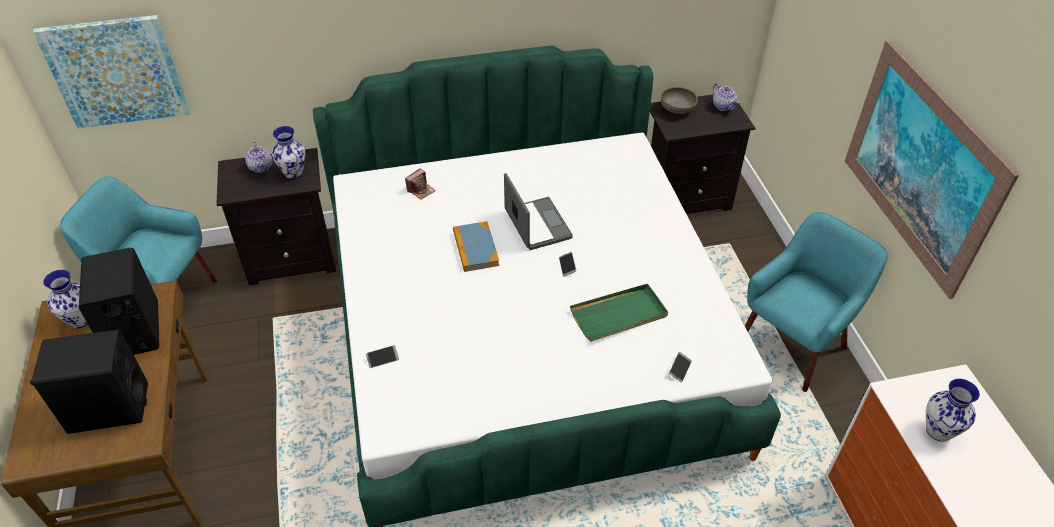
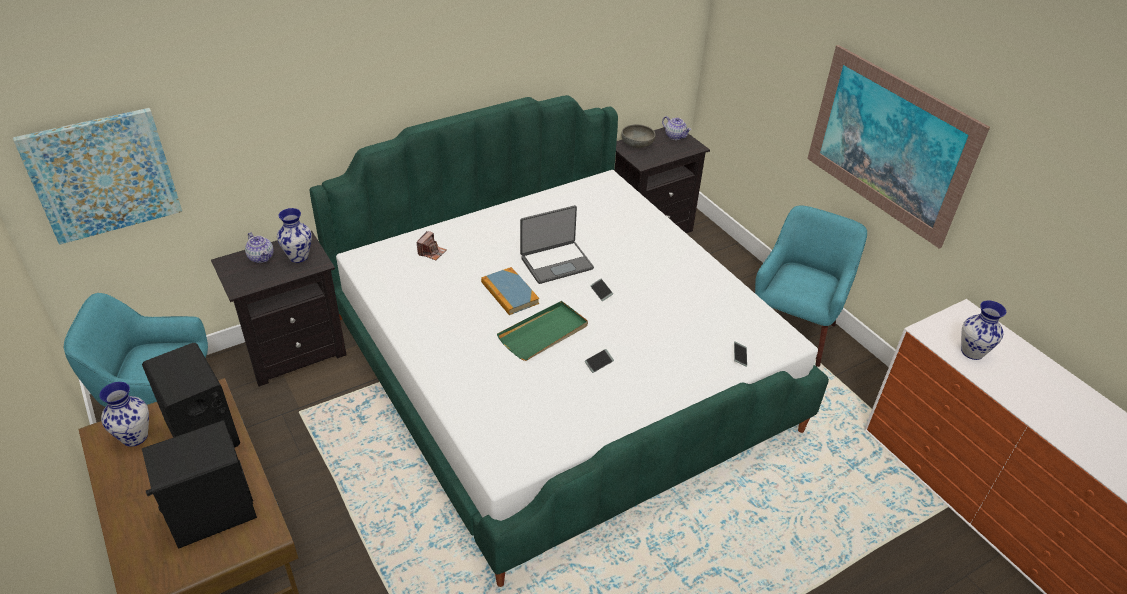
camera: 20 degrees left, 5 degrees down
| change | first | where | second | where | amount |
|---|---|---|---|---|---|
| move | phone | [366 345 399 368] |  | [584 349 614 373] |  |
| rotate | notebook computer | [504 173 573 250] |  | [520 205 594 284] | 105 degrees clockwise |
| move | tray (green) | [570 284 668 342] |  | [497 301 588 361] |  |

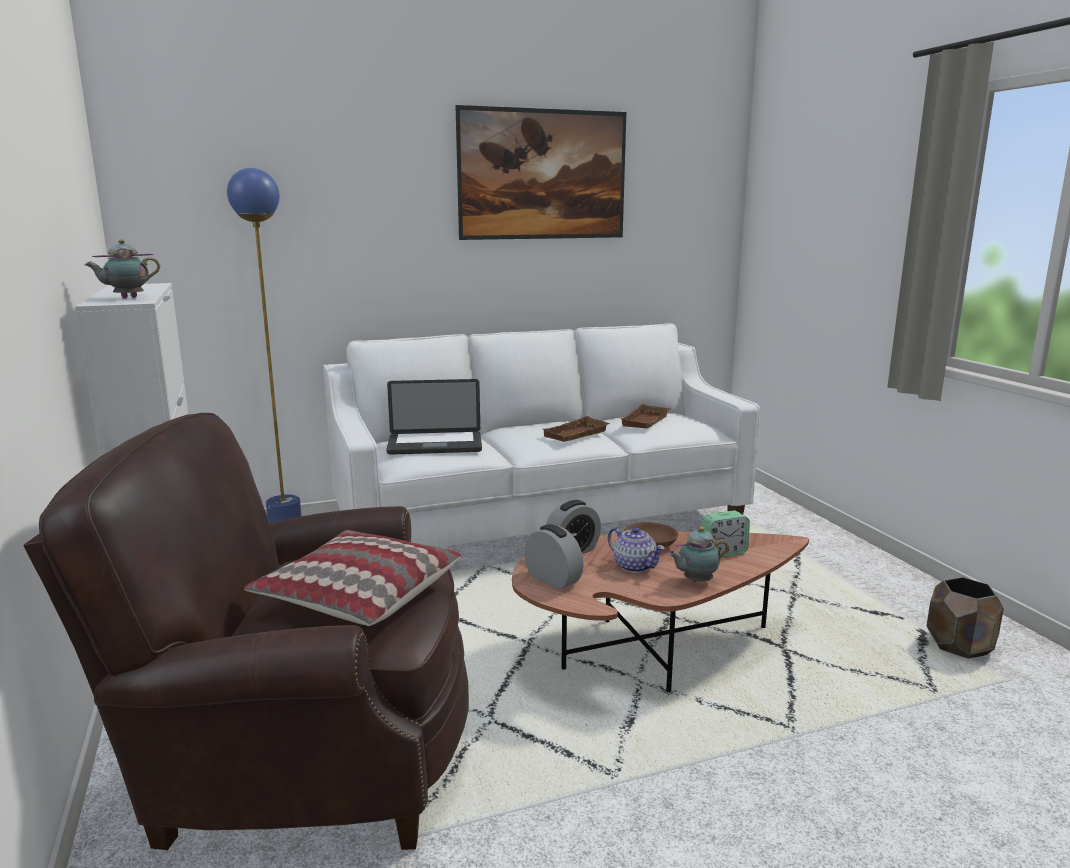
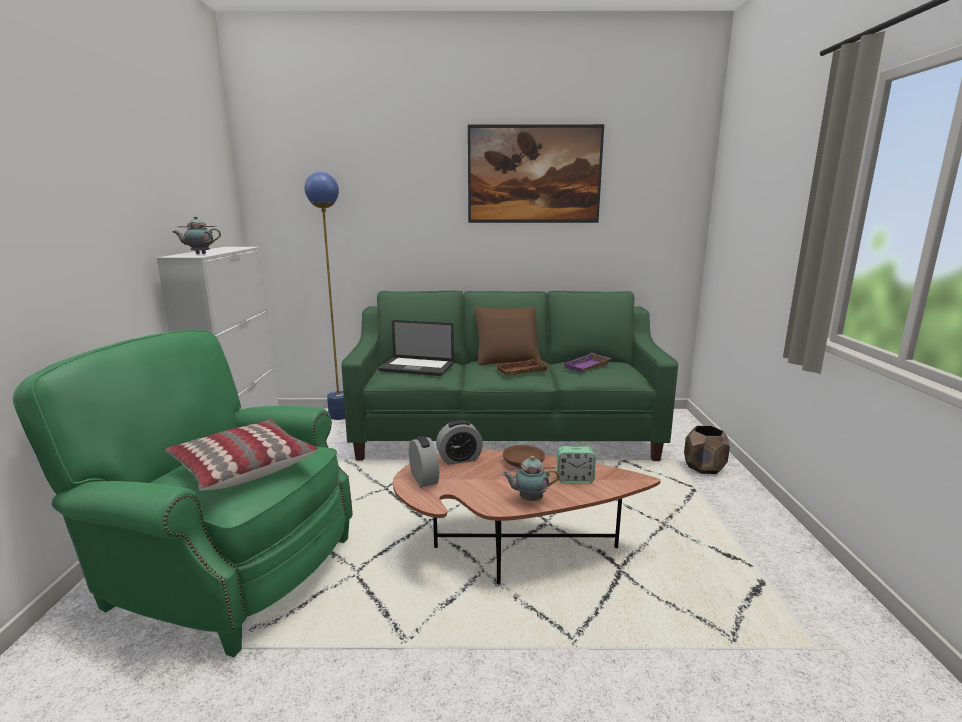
camera: 20 degrees right, 0 degrees up
| change | first | where | second | where | amount |
|---|---|---|---|---|---|
| recolor | lounge chair (brown) | [23 413 469 850] | lounge chair (green) | [13 330 353 657] |  |
| recolor | sofa (white-coloured) | [323 323 760 547] | sofa (green) | [341 290 678 461] |  |
| delete | tea pot | [608 527 665 573] |  |  |  |
| recolor | tray (brown) | [621 404 671 429] | tray (purplish) | [562 353 611 372] |  |
| move | flower pot (brown) | [926 577 1004 658] |  | [684 426 730 474] |  |
| insert |  |  | cushion (brown) | [475 307 541 365] |  |

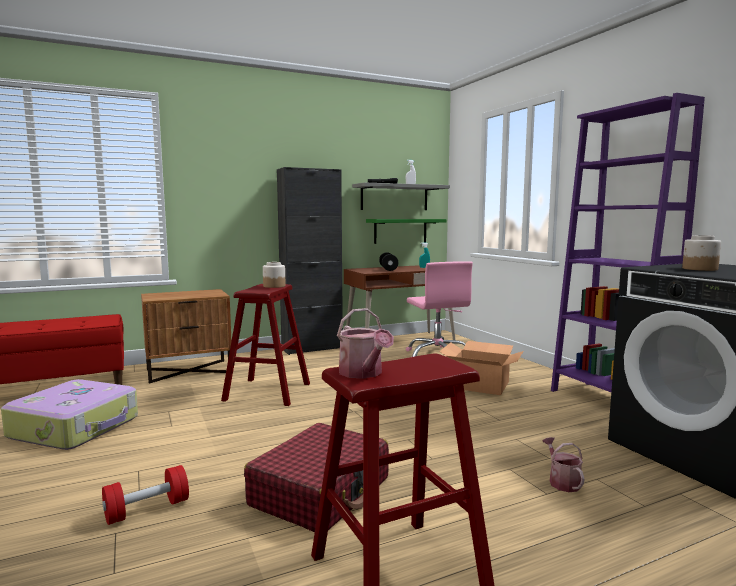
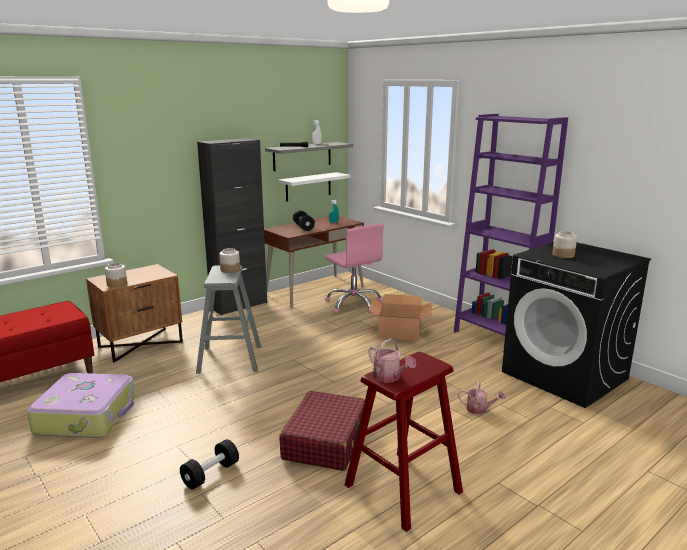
camera: 15 degrees left, 10 degrees up
| change | first | where | second | where | amount |
|---|---|---|---|---|---|
| recolor | hand weight (reddish) | [102 465 189 525] | hand weight (black-coloured) | [180 439 239 489] |  |
| recolor | stool (reddish) | [221 284 310 406] | stool (gray) | [196 265 261 374] |  |
| recolor | shelf (green) | [366 219 447 244] | shelf (white-coloured) | [278 172 351 202] |  |
| rotate | sprinkling can | [542 437 585 492] |  | [458 382 506 414] | 135 degrees clockwise |
| insert |  |  | jar | [105 263 127 288] |  |

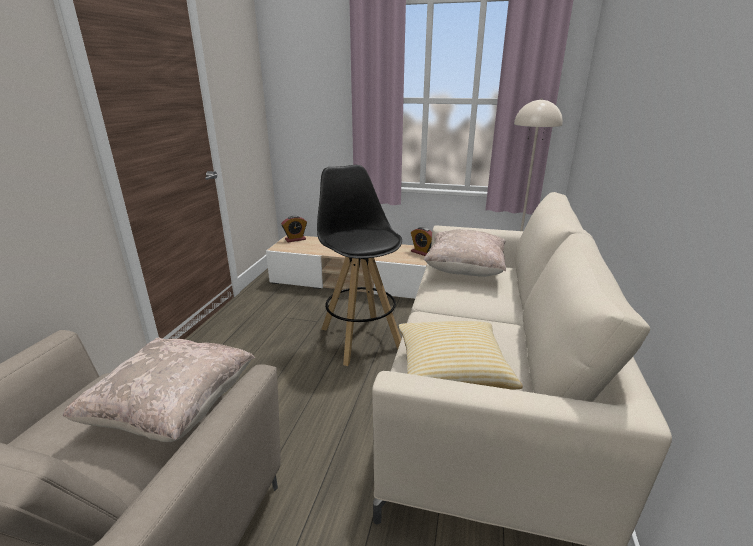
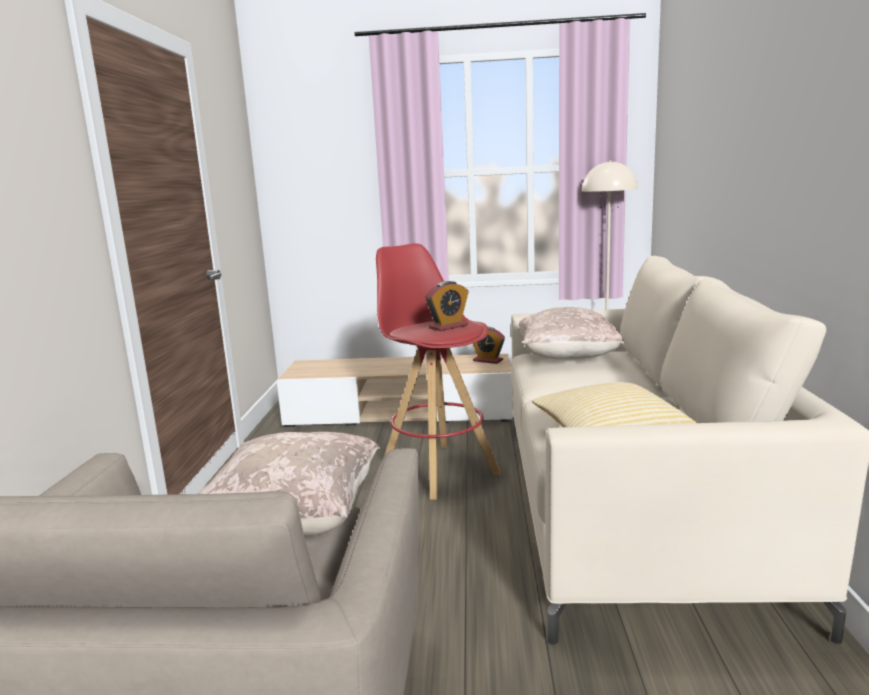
camera: 10 degrees left, 10 degrees down
| change | first | where | second | where | amount |
|---|---|---|---|---|---|
| move | table clock | [281 216 307 242] |  | [425 281 468 331] |  |
| recolor | stool (black-coloured) | [317 165 402 366] | stool (reddish) | [376 243 501 500] |  |

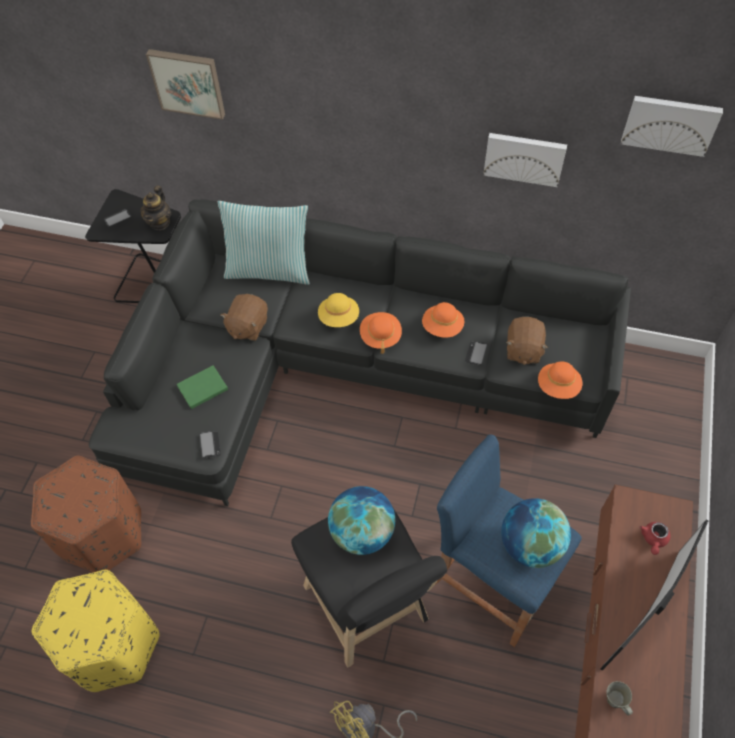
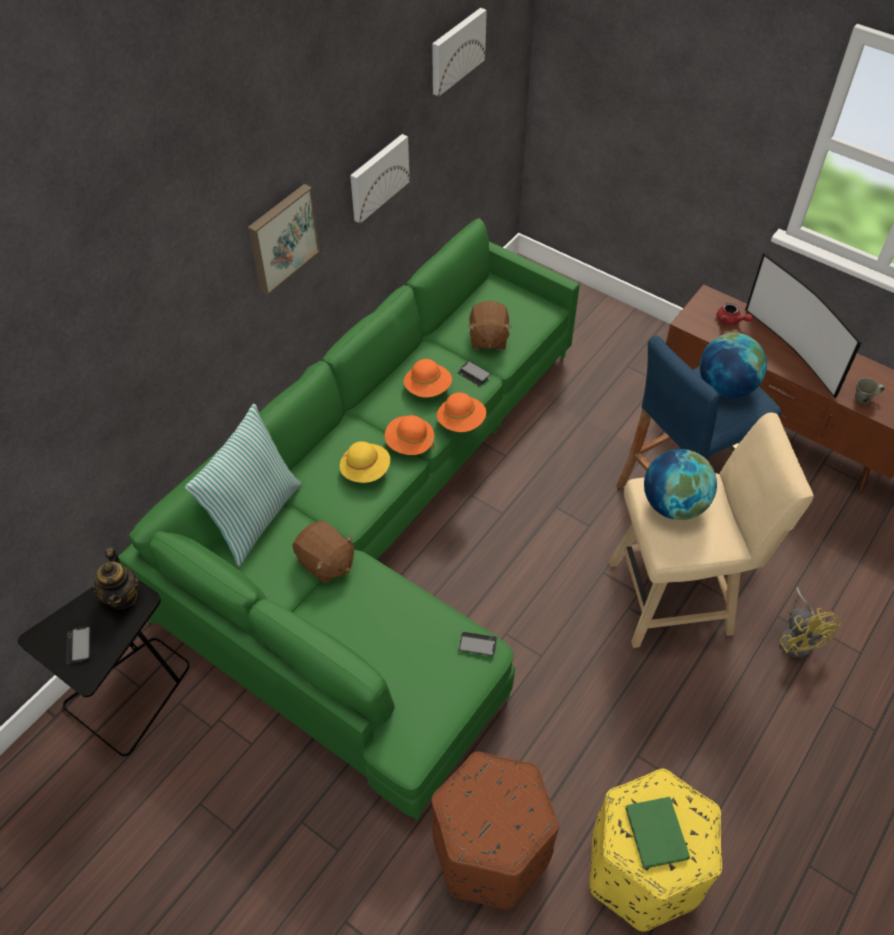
camera: 70 degrees left, 5 degrees down
| change | first | where | second | where | amount |
|---|---|---|---|---|---|
| recolor | sofa (black-coloured) | [89 199 631 506] | sofa (green) | [118 218 580 820] |  |
| rotate | tea pot | [141 186 171 230] |  | [93 548 140 609] | 45 degrees clockwise |
| move | picture | [146 49 225 120] |  | [248 184 320 295] |  |
| move | volume (green) | [177 365 228 409] |  | [625 797 690 869] |  |
| recolor | stool (black-coloured) | [291 492 447 667] | stool (sand-coloured) | [609 413 814 648] |  |
| rotate | cuddly toy (brown) | [506 317 548 365] |  | [468 301 512 350] | 60 degrees clockwise |
| move | clothing hat (orange-coloured) | [538 361 582 399] |  | [437 392 486 432] |  |

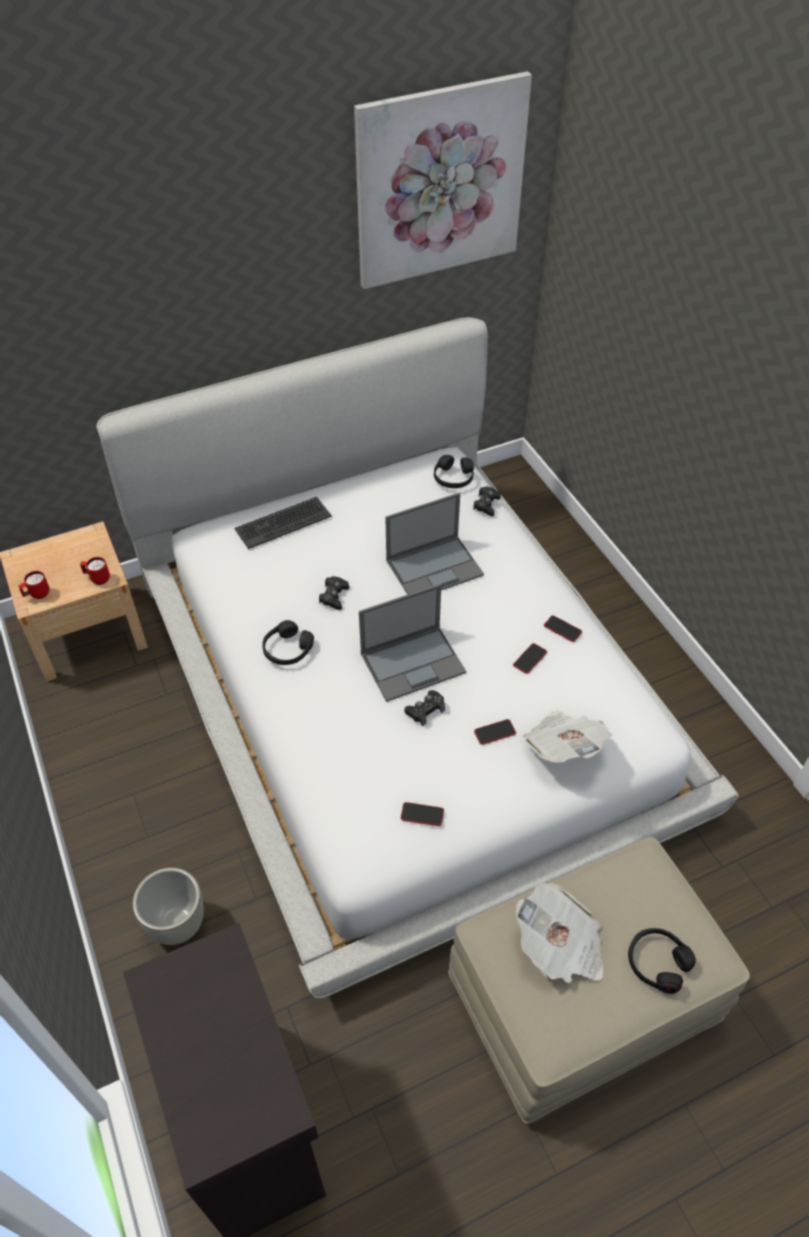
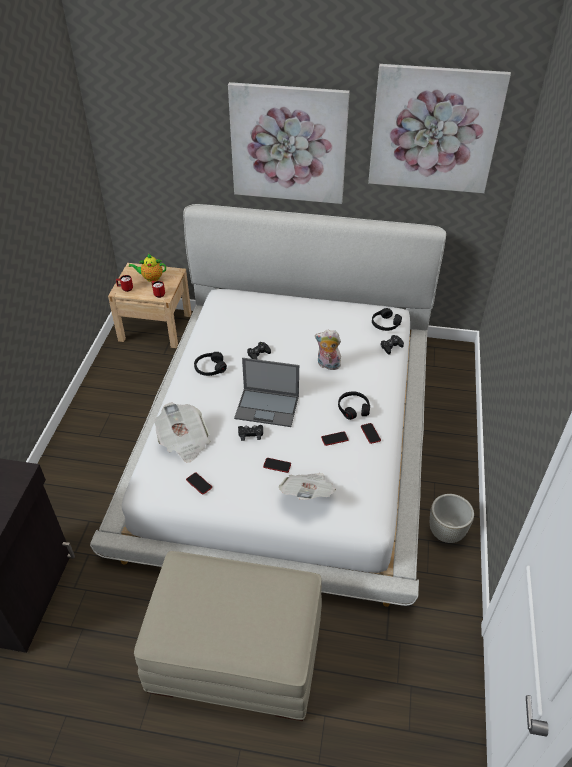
camera: 35 degrees right, 5 degrees down
| change | first | where | second | where | amount |
|---|---|---|---|---|---|
| move | flower pot (gray) | [133 868 204 945] |  | [430 494 474 543] |  |
| delete | keyboard | [235 496 332 549] |  |  |  |
| replace | notebook computer | [385 493 484 595] | cuddly toy | [315 330 341 370] |  |
| move | daily paper | [516 883 603 983] |  | [154 402 211 463] |  |
| move | headset (black-coloured) | [628 928 696 994] |  | [338 391 370 420] |  |
| insert |  |  | tea pot | [129 254 166 282] |  |
| insert |  |  | picture | [228 82 350 204] |  |

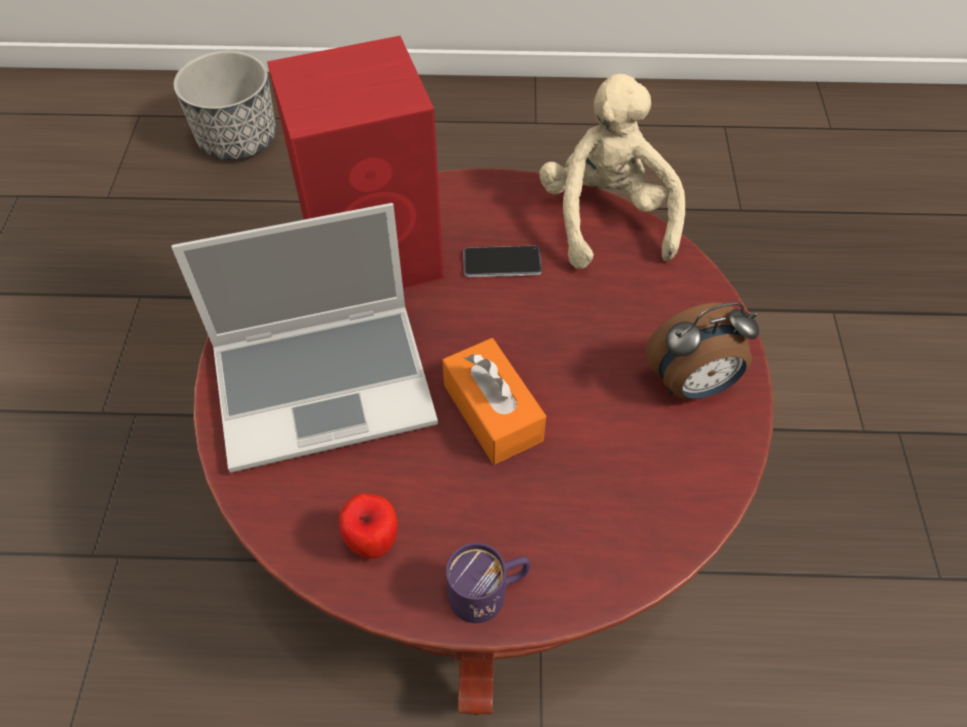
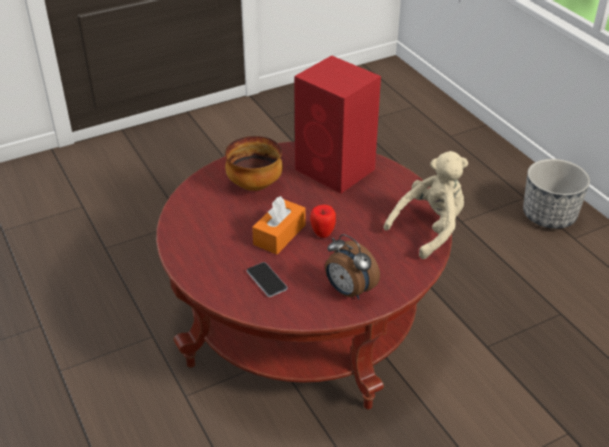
camera: 60 degrees right, 15 degrees down
| change | first | where | second | where | amount |
|---|---|---|---|---|---|
| replace | notebook computer | [171 203 438 473] | deep dish | [225 136 283 191] |  |
| move | flower pot | [173 50 276 160] |  | [523 159 590 229] |  |
| move | apple fruit | [339 493 397 559] |  | [310 204 336 238] |  |
| delete | mug (purplish) | [446 543 530 623] |  |  |  |
| move | phone | [463 246 542 277] |  | [246 262 288 297] |  |

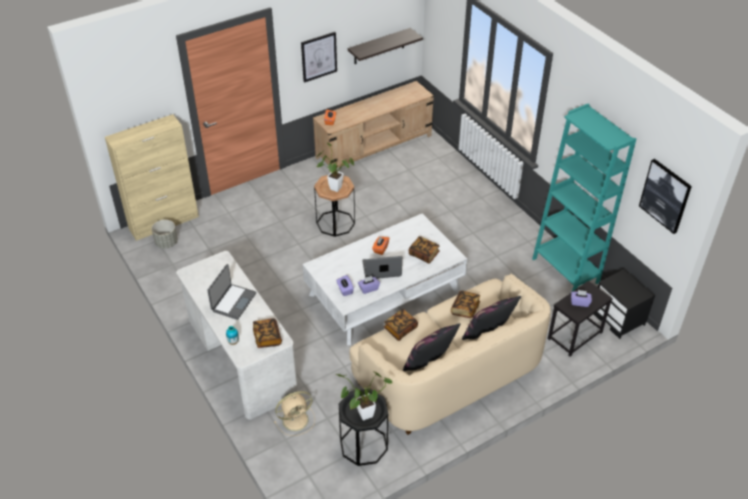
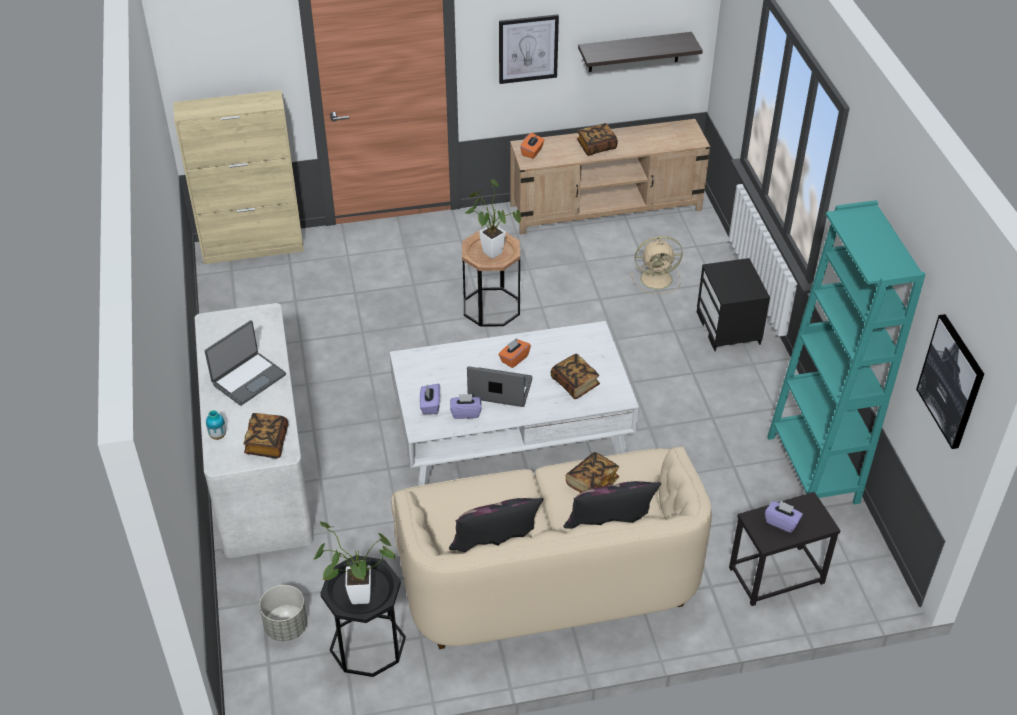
camera: 20 degrees right, 0 degrees up
| change | first | where | second | where | amount |
|---|---|---|---|---|---|
| move | flower pot (gray) | [152 220 178 249] |  | [259 585 308 641] |  |
| move | cooling fan (sand-coloured) | [274 391 315 436] |  | [631 236 683 294] |  |
| move | volume | [384 309 418 341] |  | [577 123 618 156] |  |
| move | nightstand (black-coloured) | [594 269 655 339] |  | [697 258 770 351] |  |

